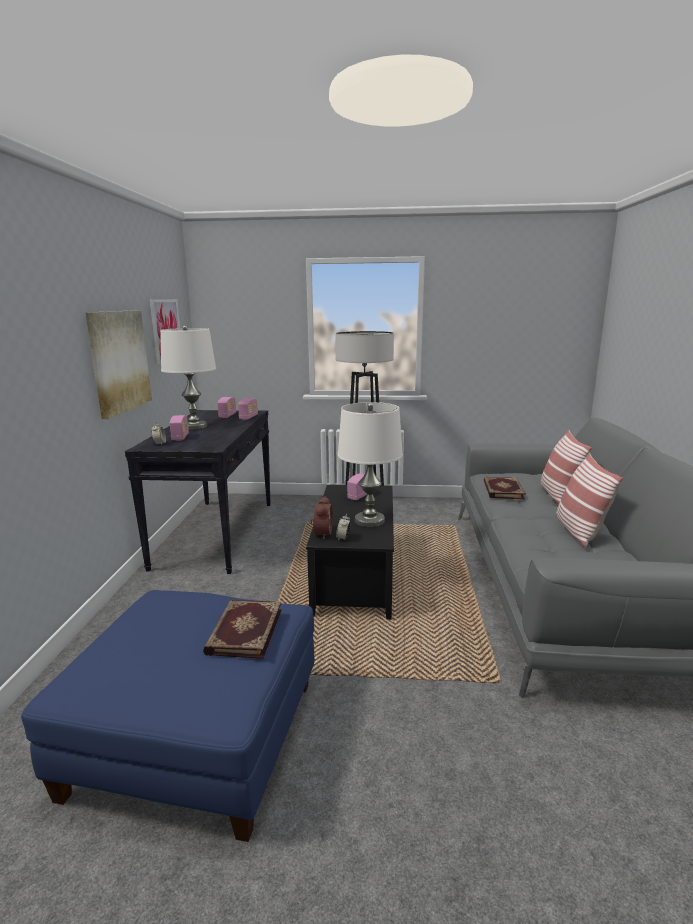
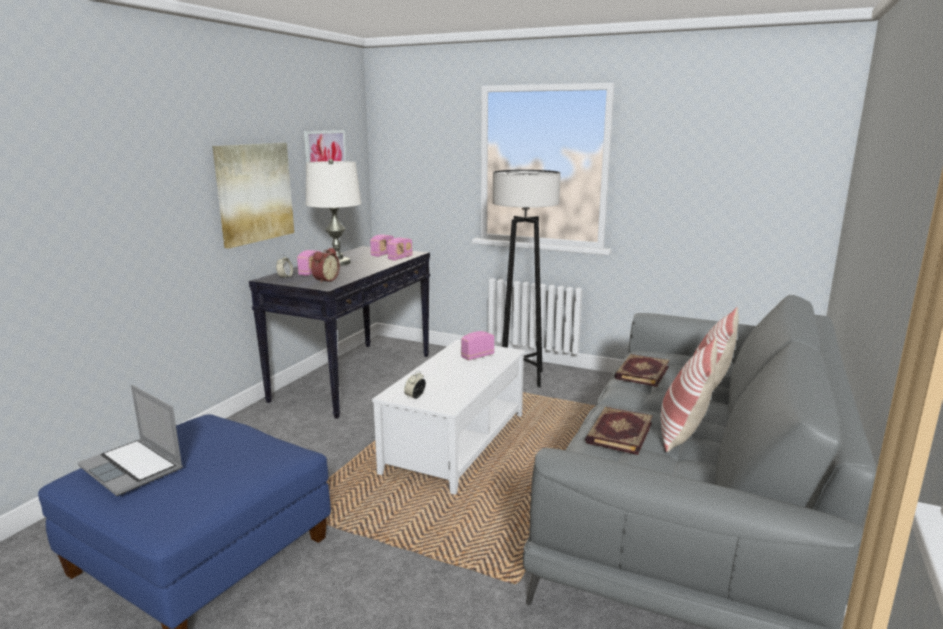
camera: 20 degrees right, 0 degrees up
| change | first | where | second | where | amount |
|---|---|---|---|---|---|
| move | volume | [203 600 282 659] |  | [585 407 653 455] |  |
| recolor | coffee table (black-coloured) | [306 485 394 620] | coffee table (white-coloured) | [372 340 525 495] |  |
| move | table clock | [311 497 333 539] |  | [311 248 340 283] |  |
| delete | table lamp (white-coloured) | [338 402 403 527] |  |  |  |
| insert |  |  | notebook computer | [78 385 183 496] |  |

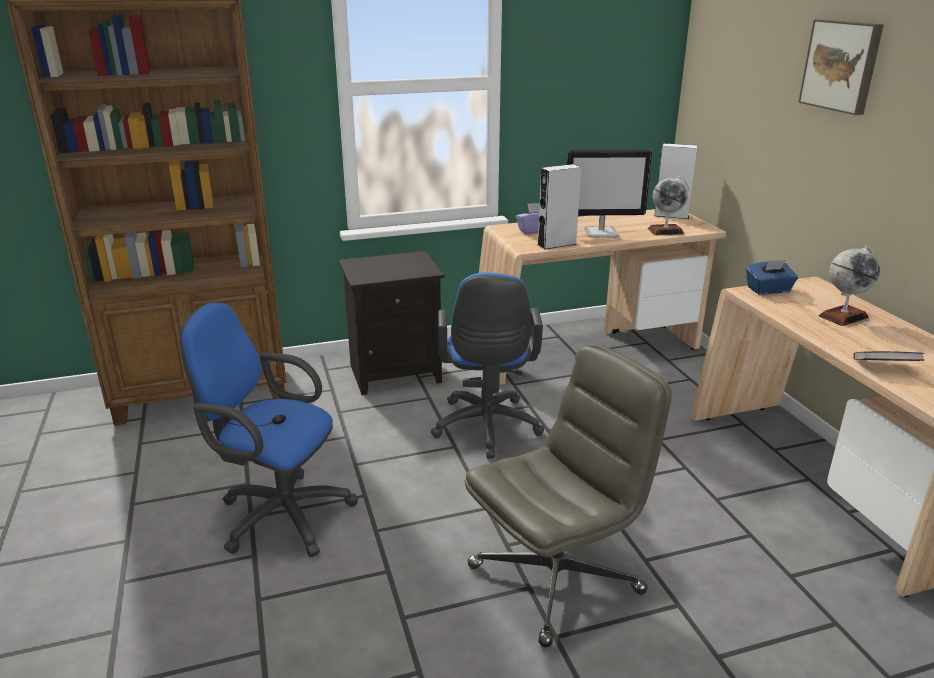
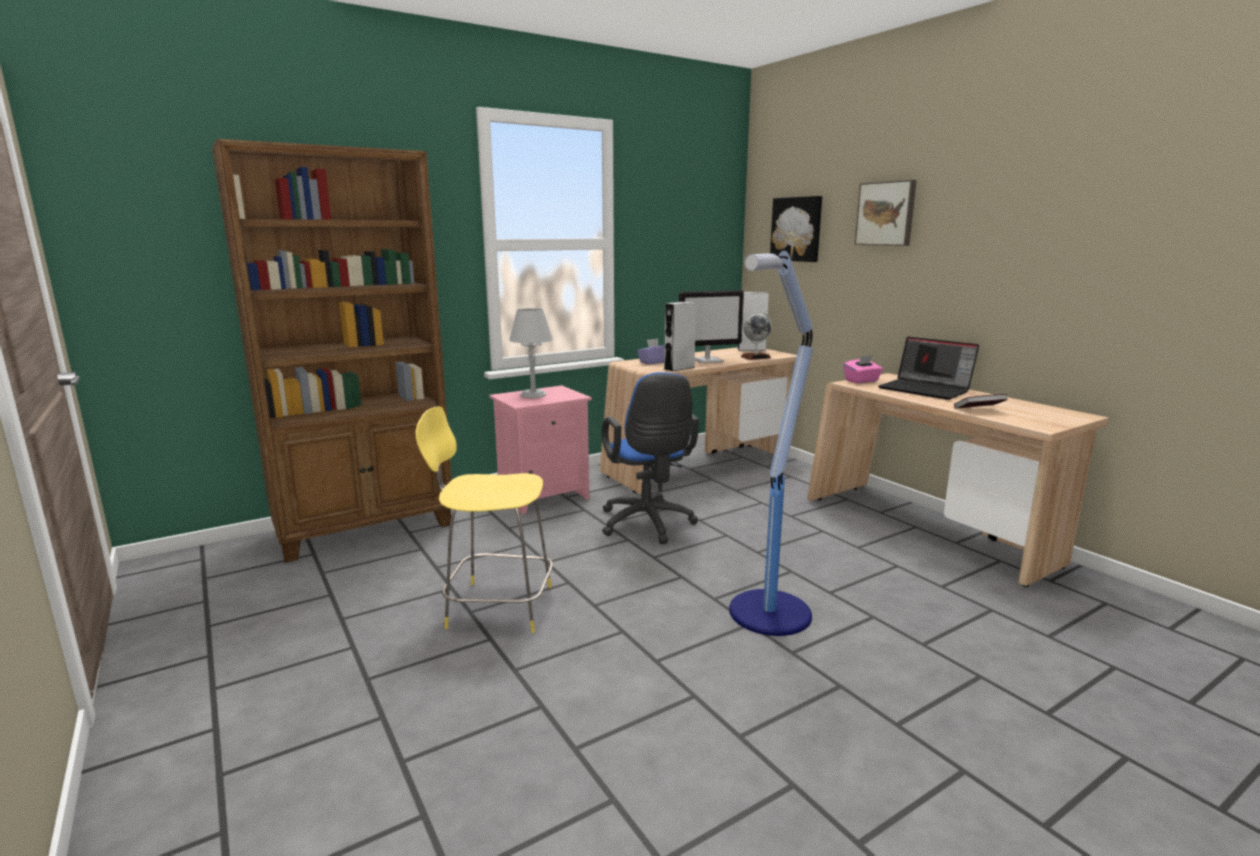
camera: 15 degrees left, 10 degrees down
| change | first | where | second | where | amount |
|---|---|---|---|---|---|
| replace | desk chair (bluish) | [180 302 358 557] | stool (yellow-coloured) | [416 406 553 633] |  |
| recolor | nightstand (black-coloured) | [339 251 444 395] | nightstand (pink) | [489 385 592 514] |  |
| replace | desk chair (gray) | [464 344 672 647] | standing lamp | [729 251 813 636] |  |
| recolor | box of tissues (bluish) | [746 260 798 294] | box of tissues (pink) | [844 355 883 383] |  |
| replace | globe | [819 246 880 326] | notebook computer | [878 337 979 400] |  |
| insert |  |  | table lamp (gray) | [509 308 553 398] |  |
| insert |  |  | picture | [770 196 822 262] |  |

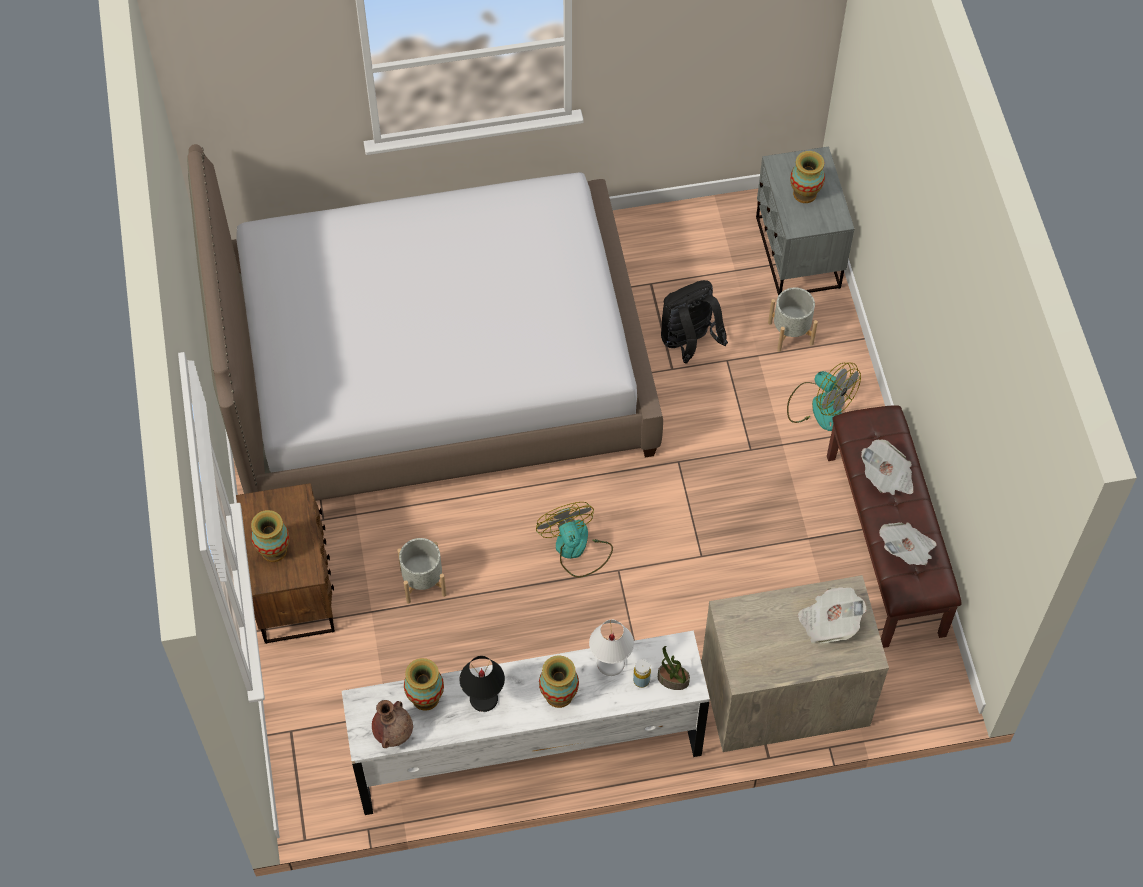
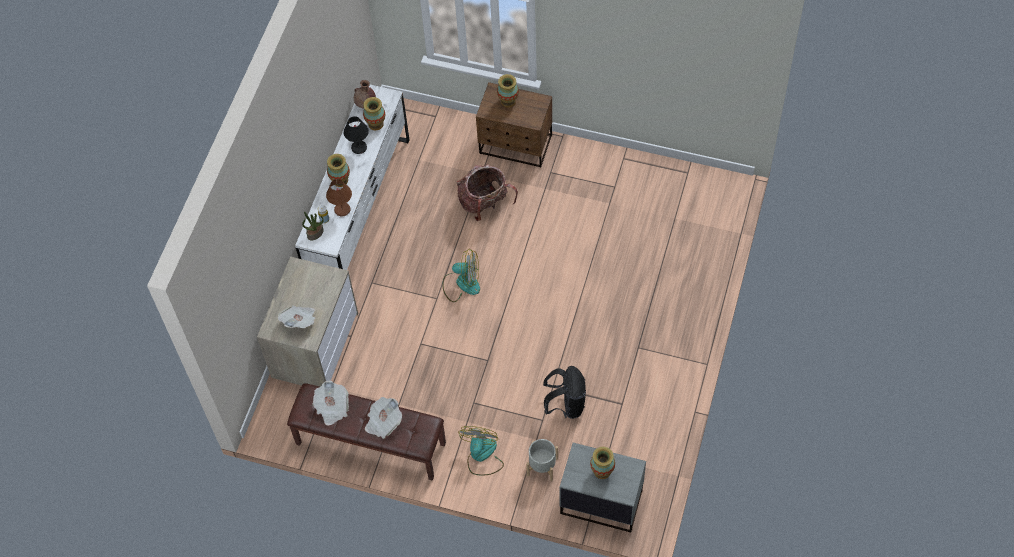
camera: 120 degrees right, 0 degrees up
| change | first | where | second | where | amount |
|---|---|---|---|---|---|
| delete | sleeping bed | [187 144 663 501] |  |  |  |
| replace | flower pot (gray) | [397 538 446 604] | knapsack | [457 164 518 221] |  |
| recolor | table lamp (white-coloured) | [589 620 634 676] | table lamp (brown) | [326 179 352 216] |  |
| rotate | cooling fan | [787 362 861 431] |  | [458 426 504 475] | 120 degrees clockwise |

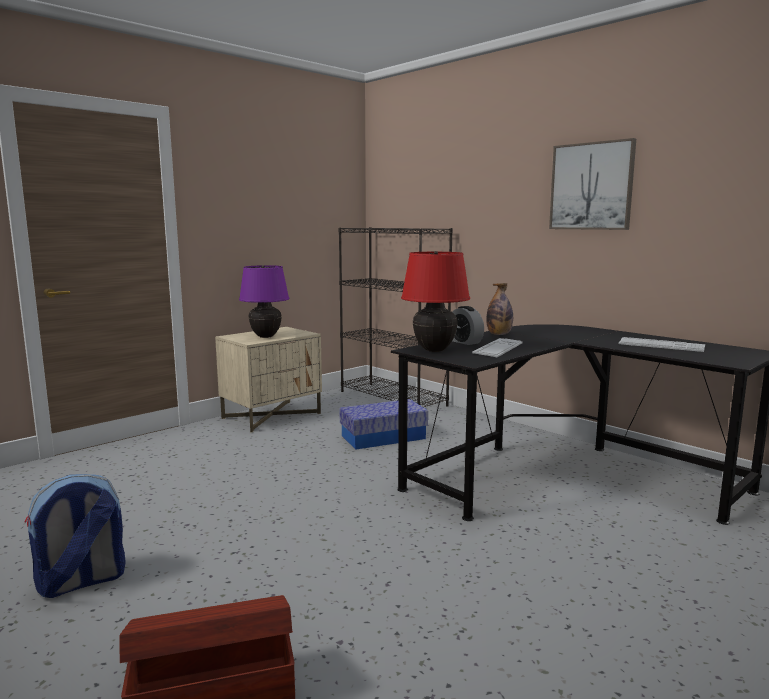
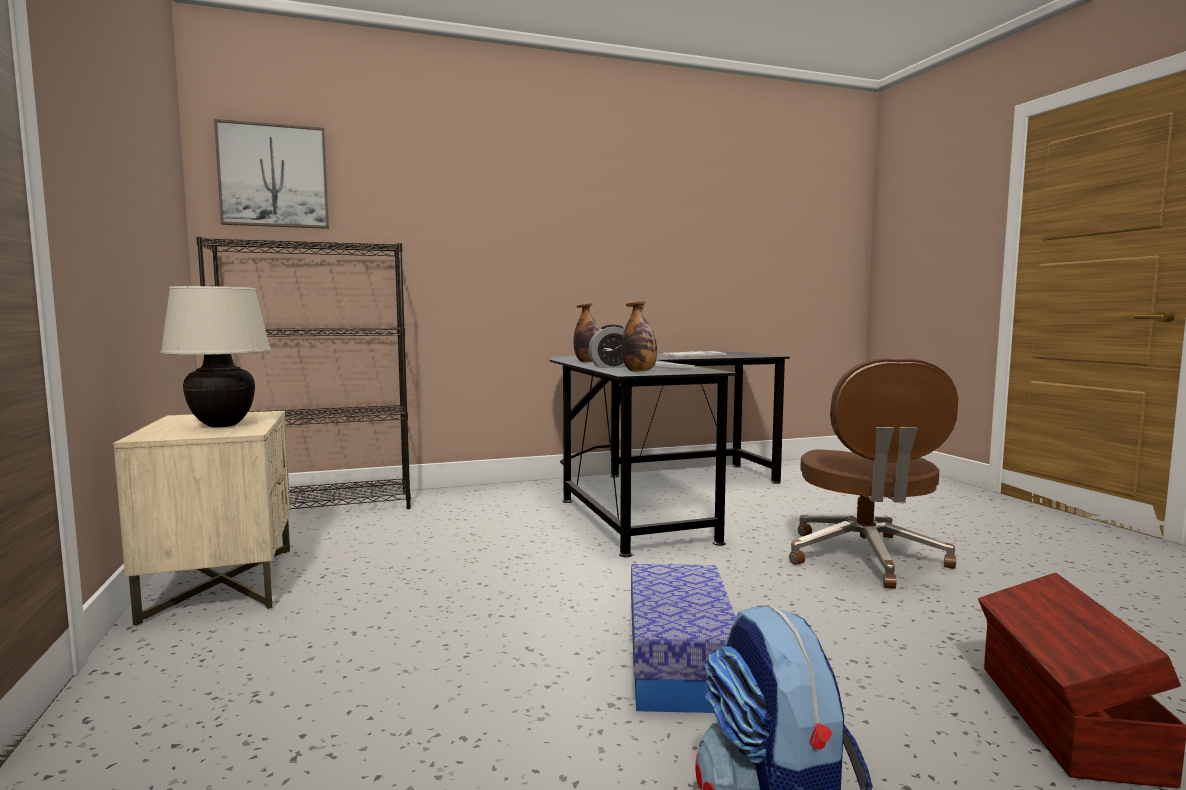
camera: 65 degrees left, 5 degrees down
| change | first | where | second | where | amount |
|---|---|---|---|---|---|
| recolor | table lamp (purplish) | [239 265 290 338] | table lamp (sand-coloured) | [160 285 272 427] |  |
| move | storage box | [339 399 428 450] |  | [631 564 736 713] |  |
| replace | table lamp (reddish) | [401 251 470 352] | beverage bottle | [622 301 657 372] |  |
| move | picture | [549 138 636 230] |  | [214 119 329 229] |  |
| insert |  |  | desk chair (brown) | [789 358 958 589] |  |

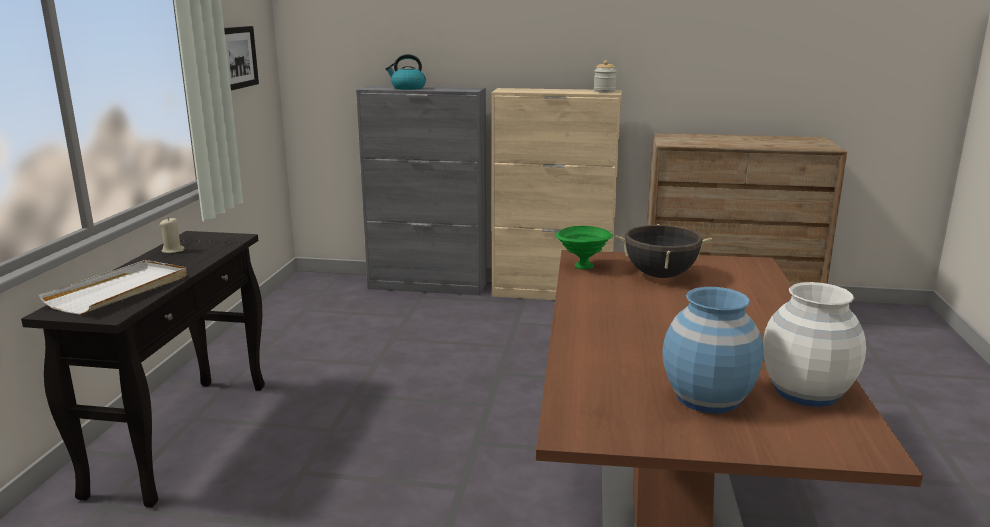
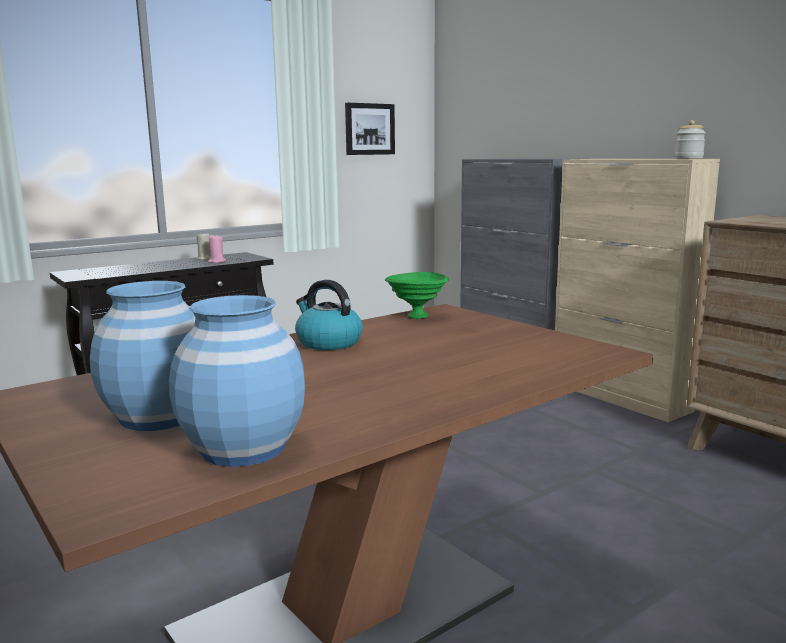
camera: 45 degrees right, 5 degrees down
| change | first | where | second | where | amount |
|---|---|---|---|---|---|
| delete | tray (white-coloured) | [39 260 187 315] |  |  |  |
| move | tea kettle | [385 54 426 90] |  | [295 280 363 350] |  |
| delete | stockpot (black-coloured) | [616 224 712 278] |  |  |  |
| recolor | decorative vase (white-coloured) | [763 282 866 407] | decorative vase (bluish) | [169 295 305 467] |  |
| insert |  |  | candle (pink) | [208 235 226 263] |  |

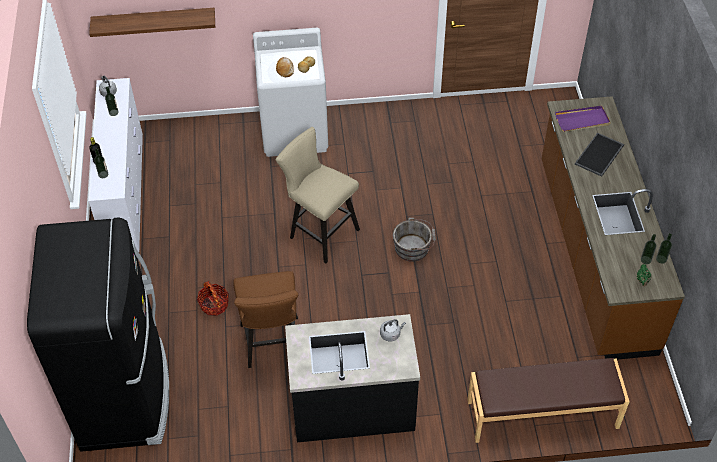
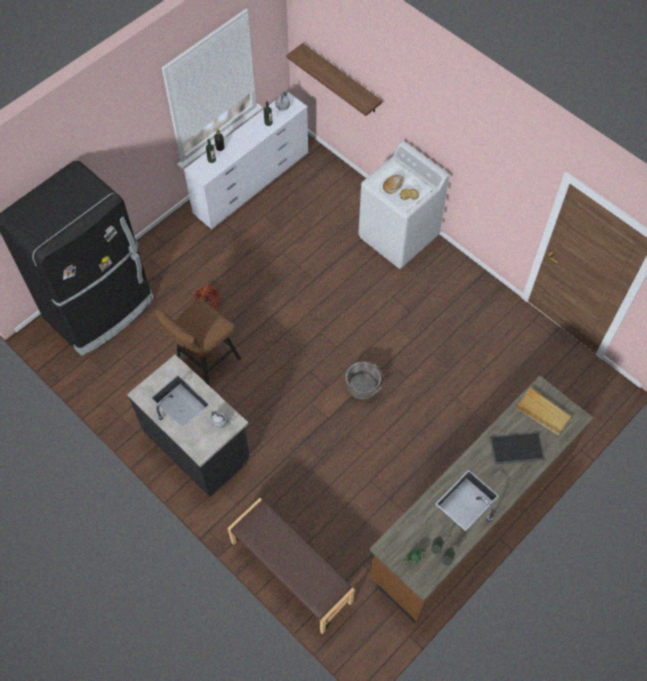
camera: 50 degrees right, 10 degrees up
| change | first | where | second | where | amount |
|---|---|---|---|---|---|
| delete | stool (sand-coloured) | [276 127 360 264] |  |  |  |
| recolor | tray (purplish) | [555 106 611 132] | tray (sand-coloured) | [515 388 572 435] |  |

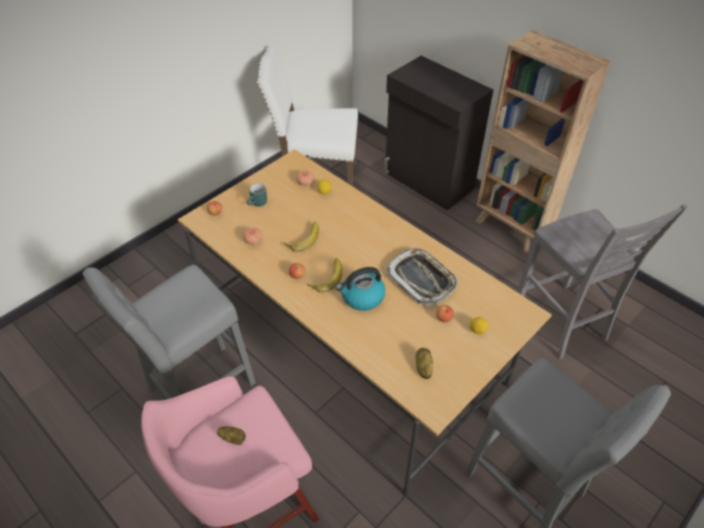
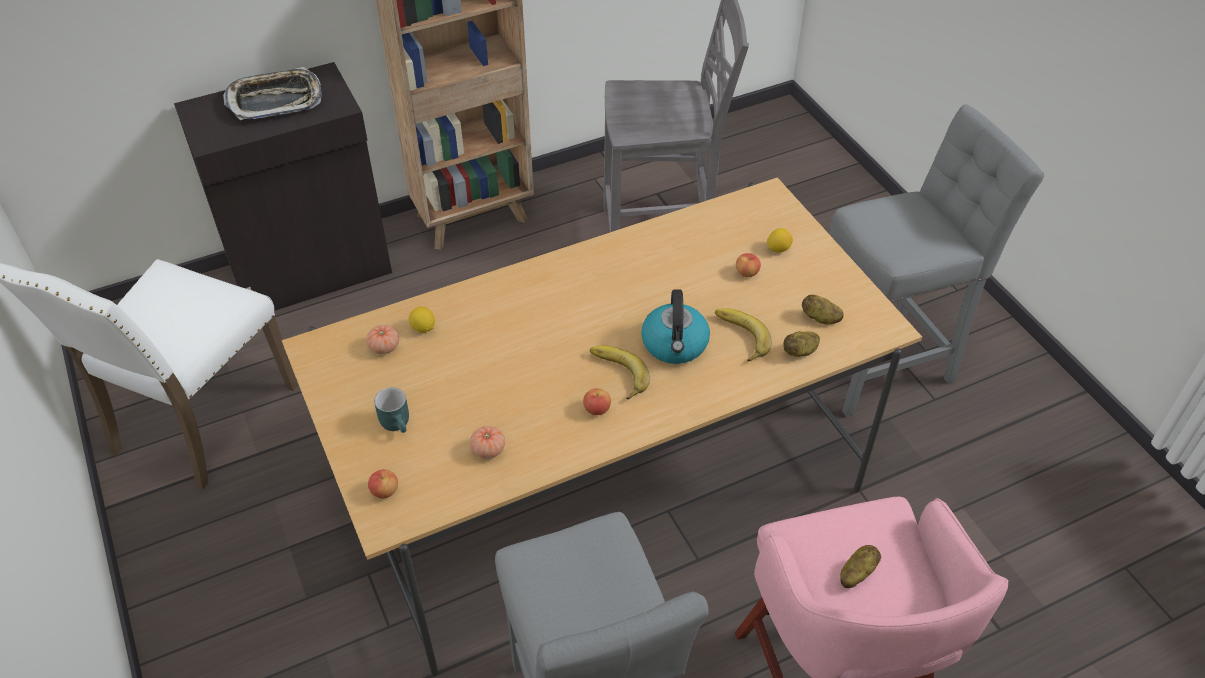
camera: 70 degrees left, 0 degrees up
| change | first | where | second | where | amount |
|---|---|---|---|---|---|
| move | banana fruit | [283 222 319 252] |  | [715 308 772 361] |  |
| move | tray | [386 248 458 306] |  | [223 67 322 120] |  |
| insert |  |  | potato | [784 331 820 357] |  |

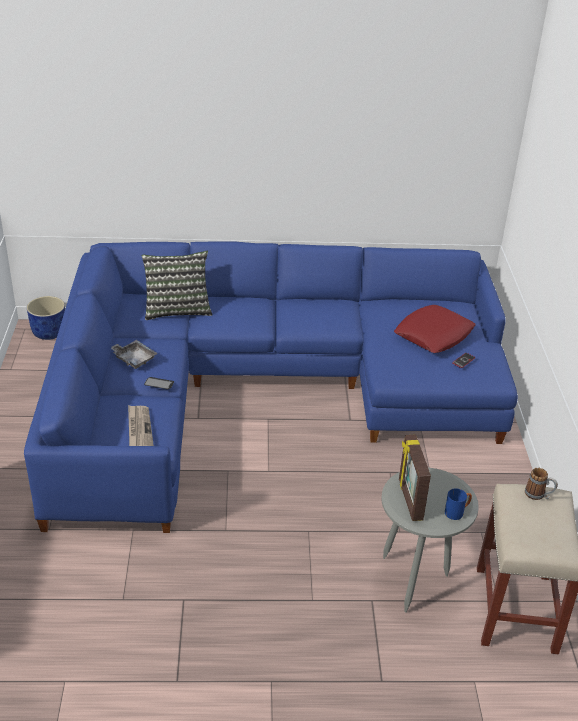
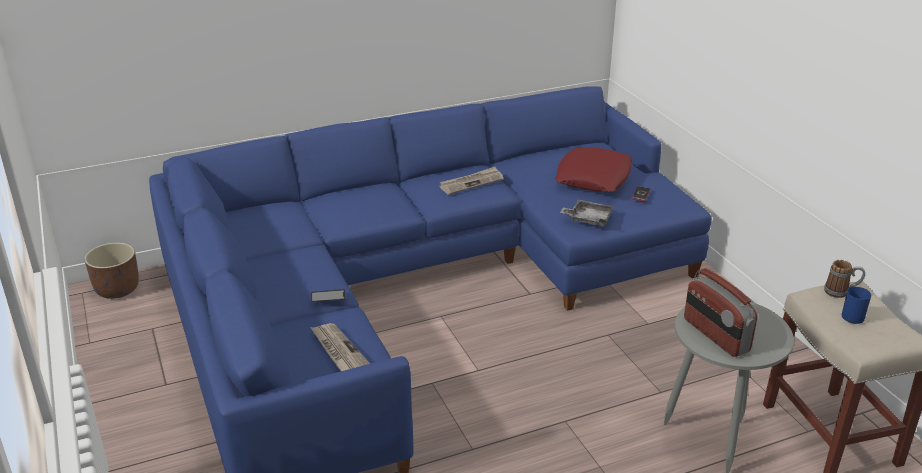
camera: 20 degrees left, 5 degrees down
| change | first | where | second | where | amount |
|---|---|---|---|---|---|
| recolor | flower pot (bluish) | [27 296 65 340] | flower pot (brown) | [84 242 139 299] |  |
| move | tray (gray) | [111 340 158 369] |  | [560 199 614 226] |  |
| delete | cushion | [142 251 213 320] |  |  |  |
| replace | photo frame | [399 434 431 521] | radio receiver | [684 268 758 357] |  |
| move | mug (bluish) | [445 488 472 520] |  | [842 287 871 324] |  |
| insert |  |  | daily paper | [439 167 503 195] |  |

